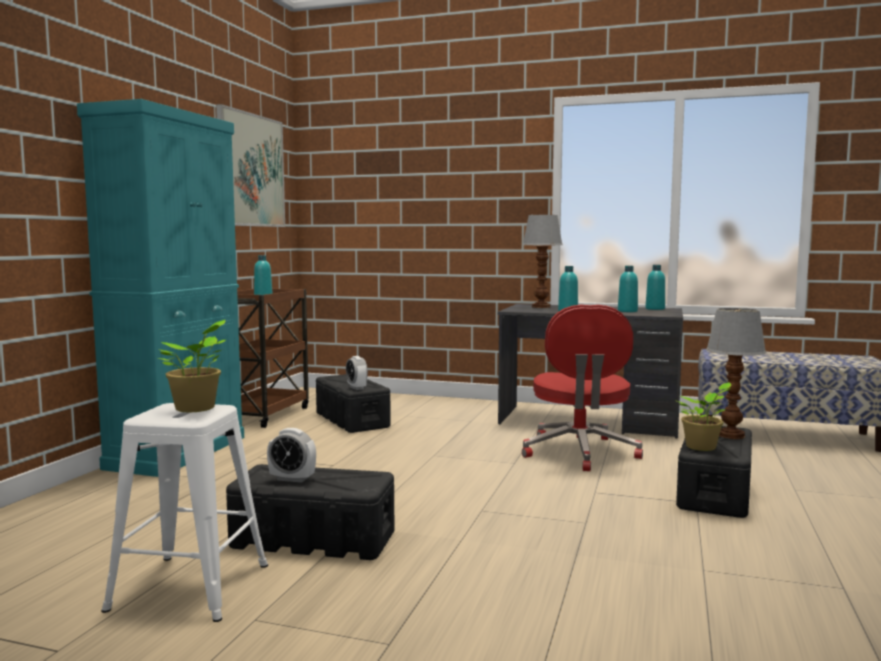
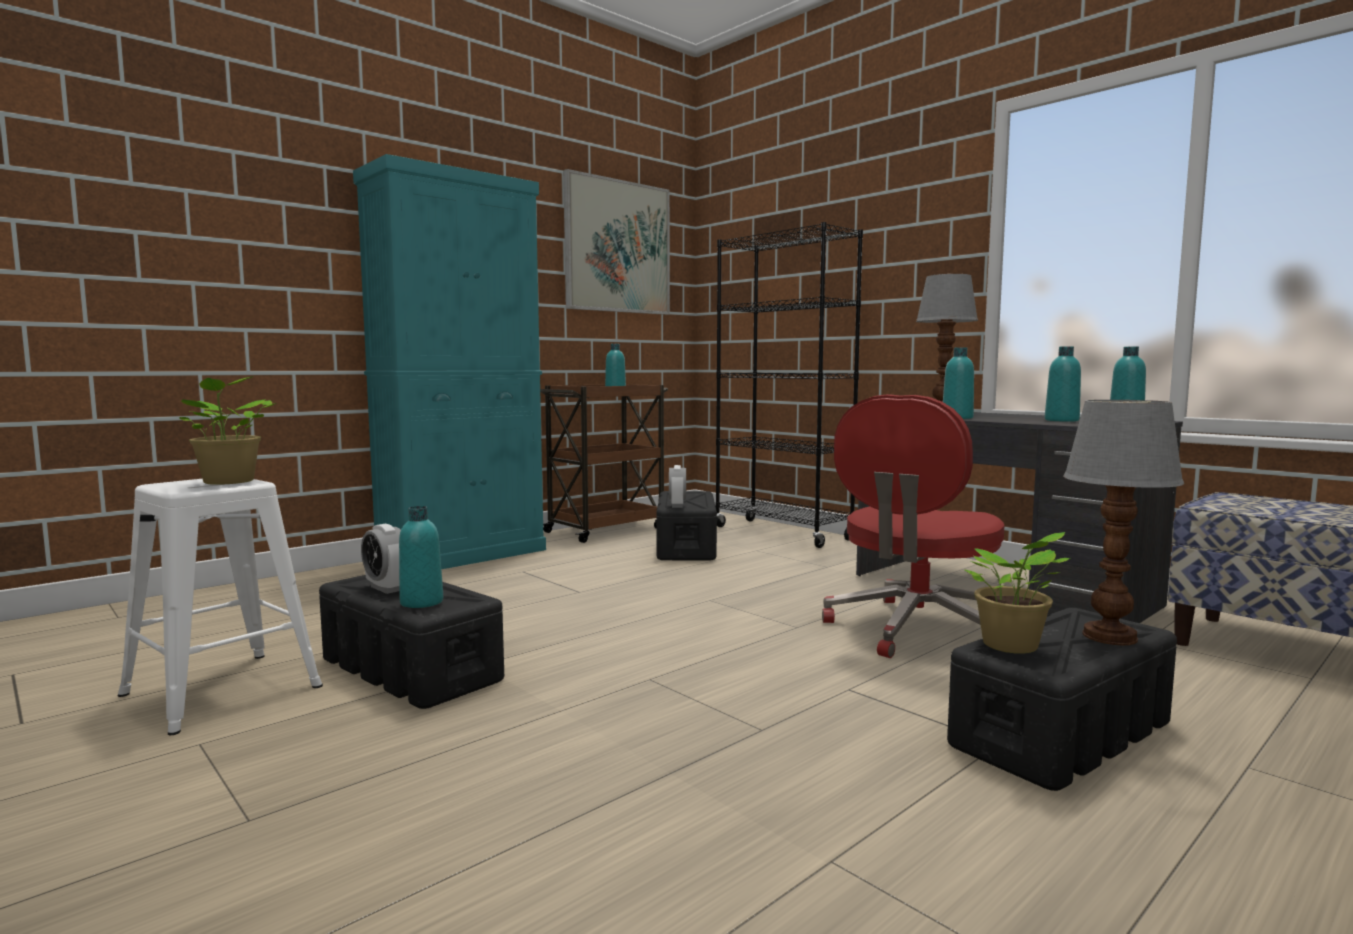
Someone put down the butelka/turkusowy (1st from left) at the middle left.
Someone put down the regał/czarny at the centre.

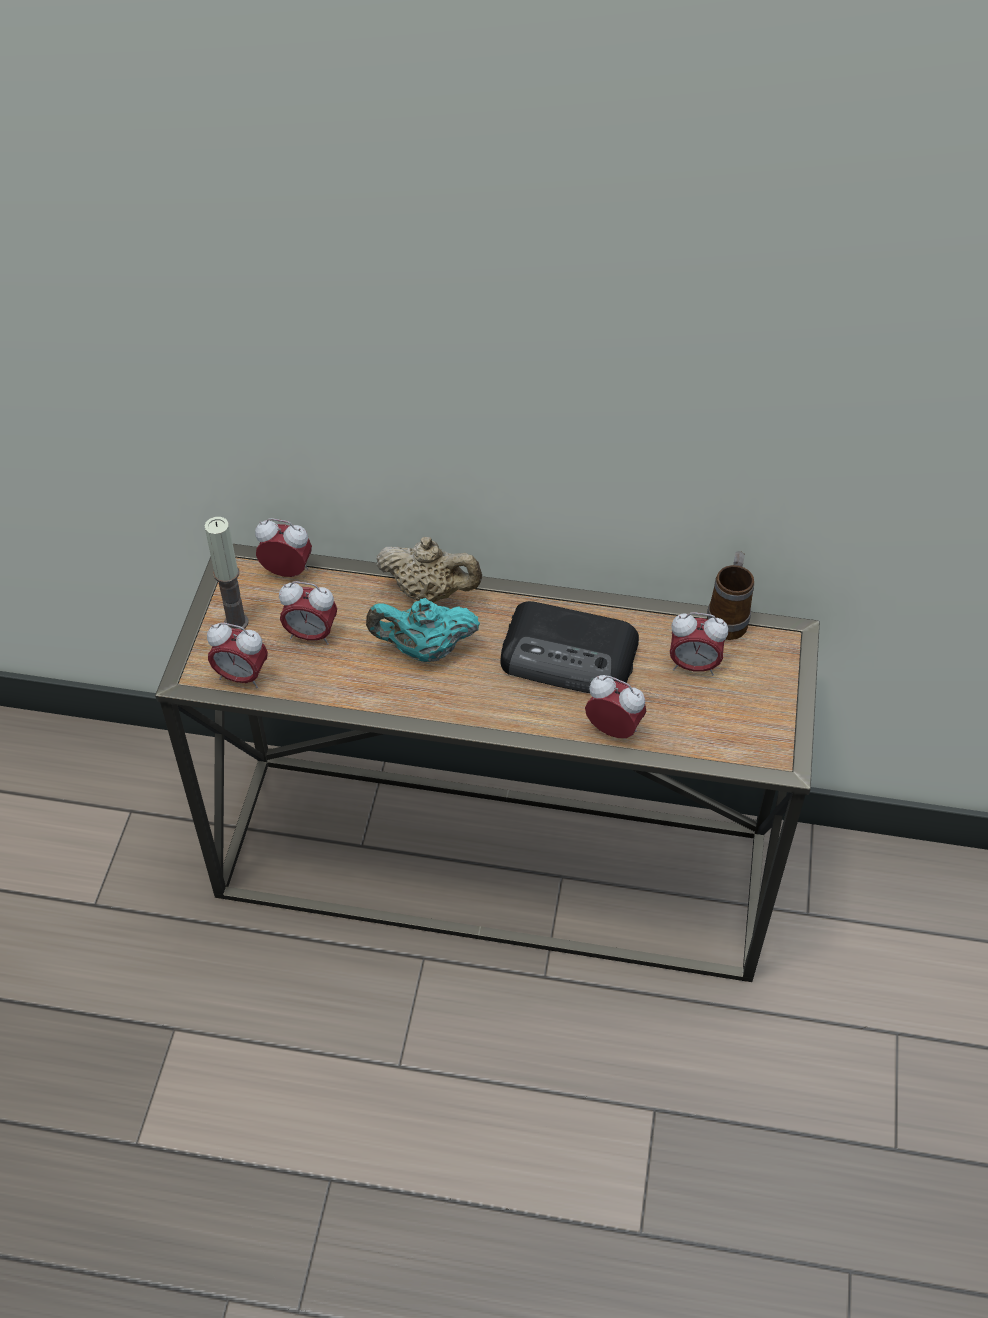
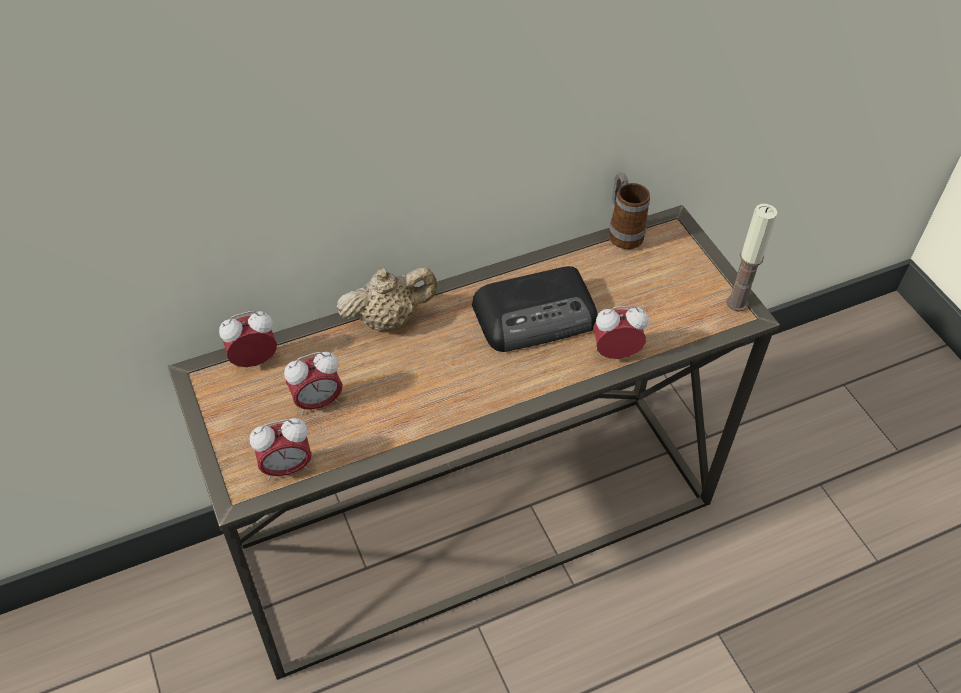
Someone carried the świeca from the middle left to the middle right.
Someone took away the imbryk/turkusowy at the centre.
Someone took away the budzik (5th from left) at the middle right.

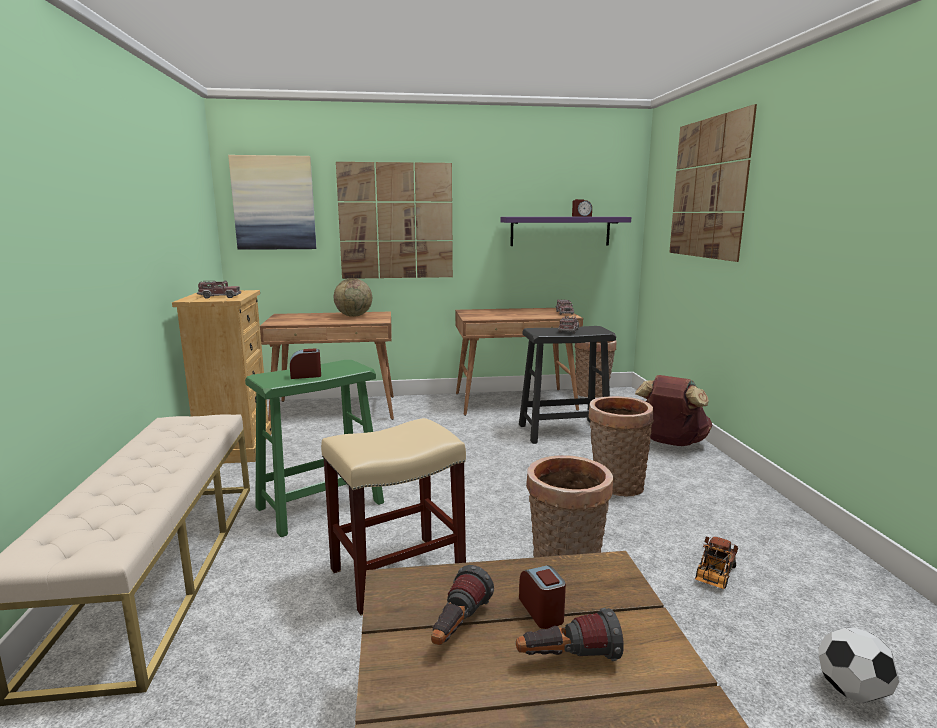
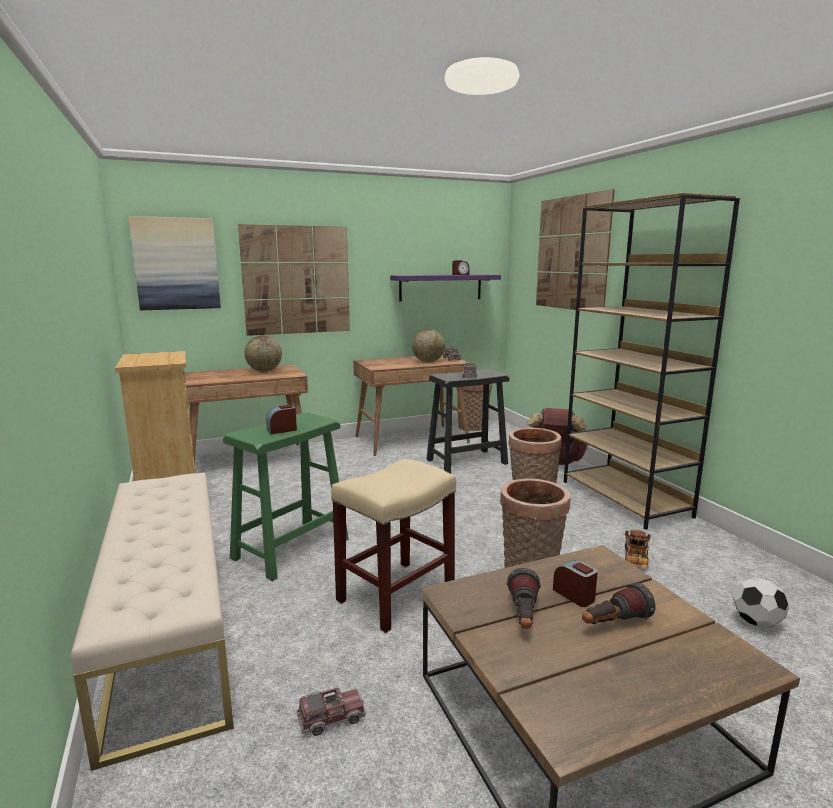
Someone carried the ciężarówka zabawkowa (1st from left) from the middle left to the bottom centre.
Someone put down the globus (2nd from left) at the centre.
Someone put down the regał/brązowy at the middle right.

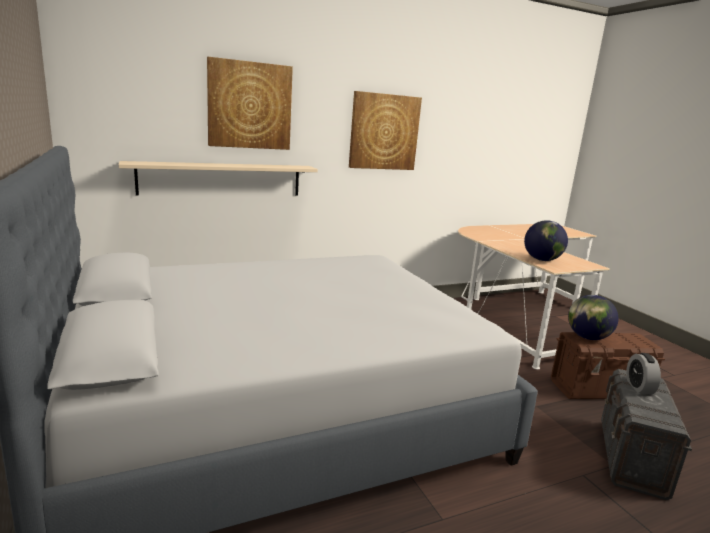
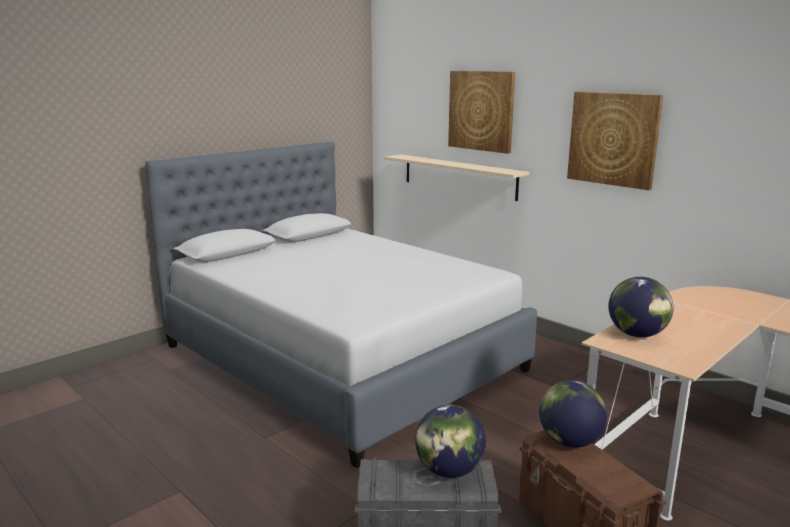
Someone swapped the budzik at the bottom right for the globus (1st from left) at the bottom centre.

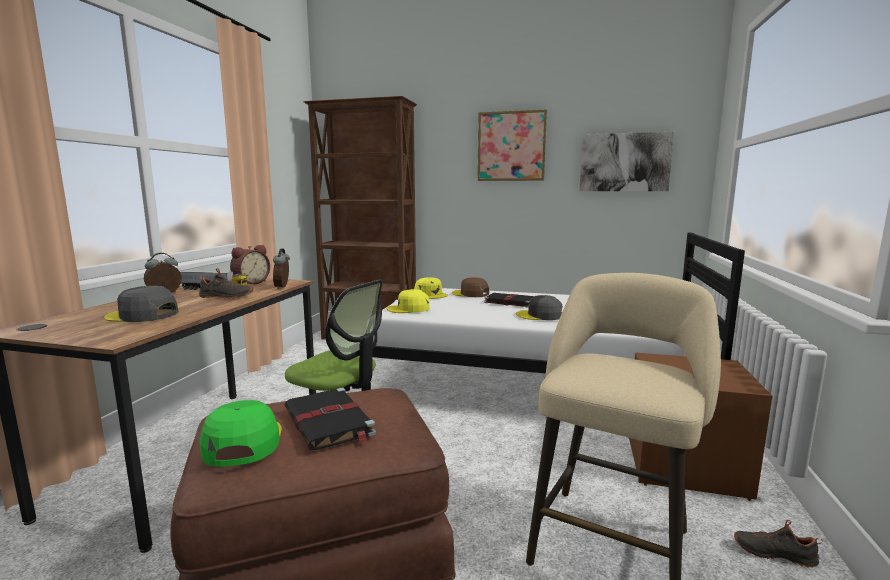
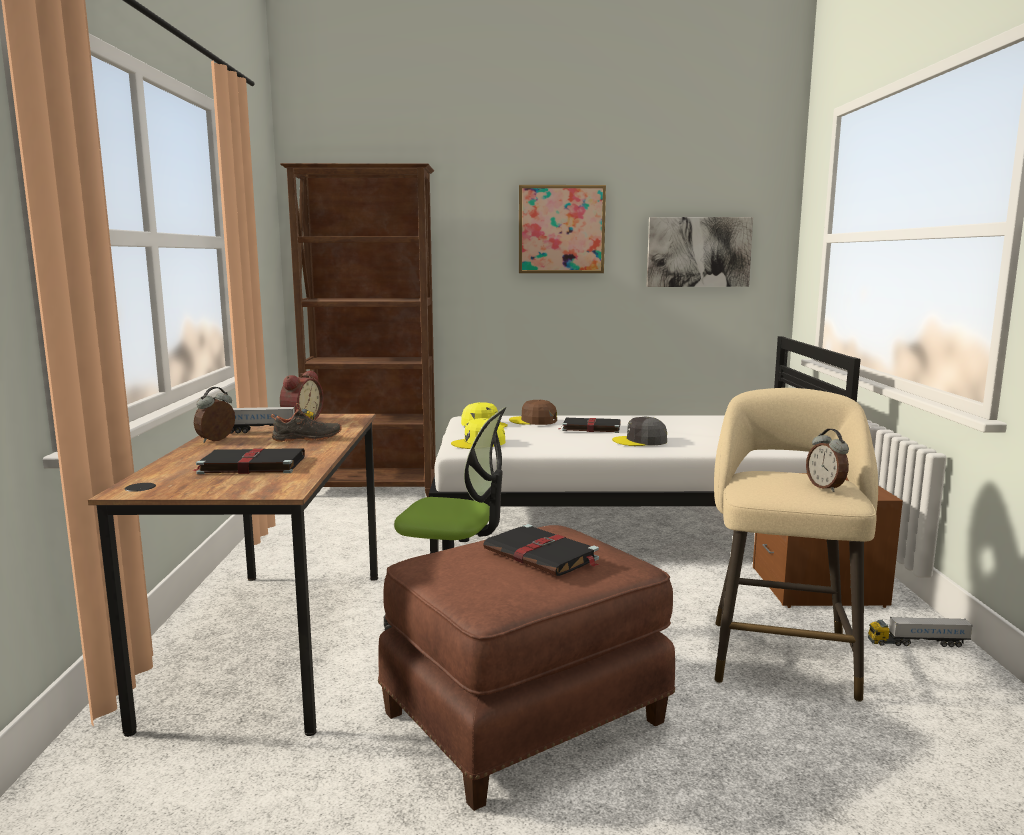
Someone swapped the czapka z daszkiem/szary (1st from left) at the middle left for the książka/czarny (1st from left) at the middle left.
Someone took away the czapka z daszkiem/zielony at the bottom left.
Someone carried the budzik (3rd from left) from the middle left to the middle right.
Someone swapped the but/czarny (2nd from left) at the bottom right for the ciężarówka zabawkowa (2nd from left) at the bottom right.

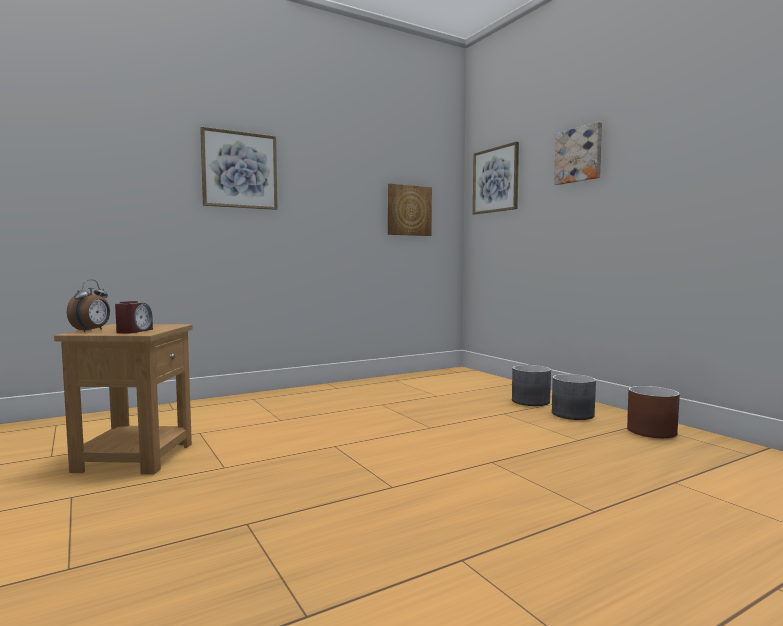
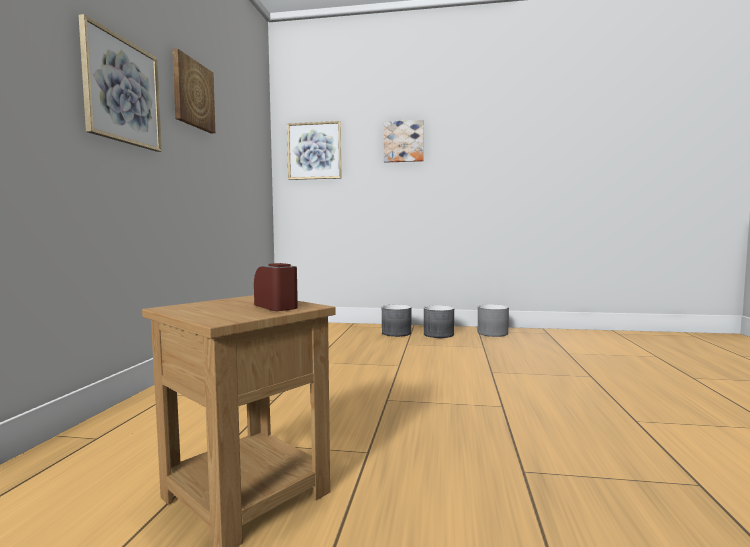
Someone took away the budzik (1st from left) at the middle left.
Someone carried the obraz (2nd from left) from the centre to the top left.
Someone repainted the donica/brązowy at the middle right, which became the donica/szary (3rd from left) at the centre.

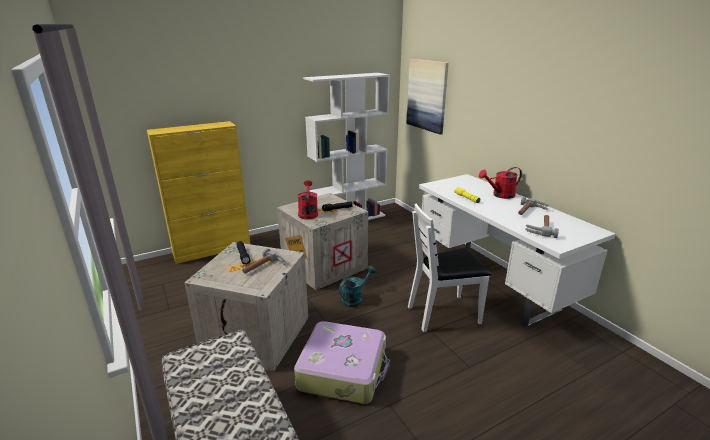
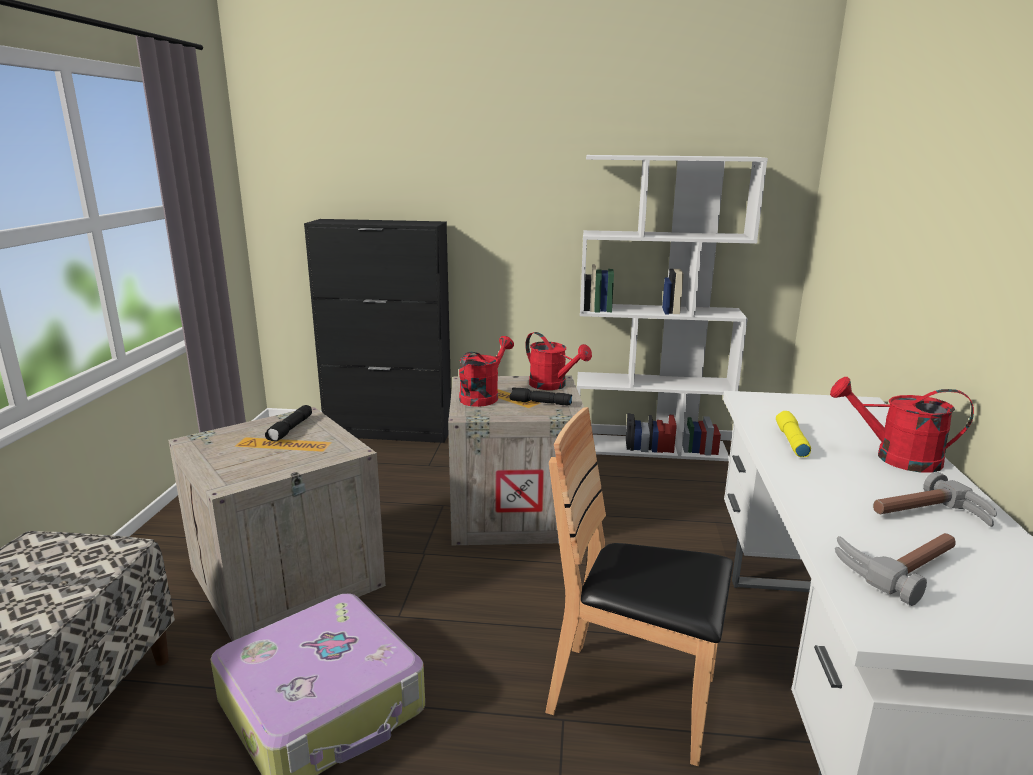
Someone repainted the szafka/żółty at the middle left, which became the szafka/czarny at the centre.
Someone took away the młotek (1st from left) at the centre.
Someone took away the konewka/turkusowy at the centre.
Someone took away the obraz at the top centre.
Someone repainted the krzesło/biały at the centre, which became the krzesło/brązowy at the bottom centre.
Someone put down the konewka/czerwony (2nd from left) at the centre.

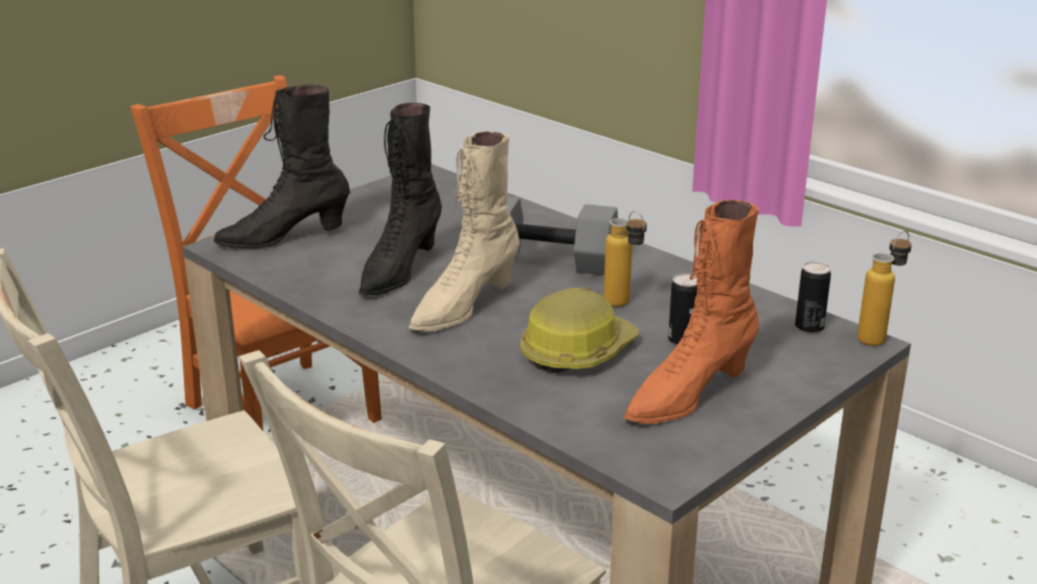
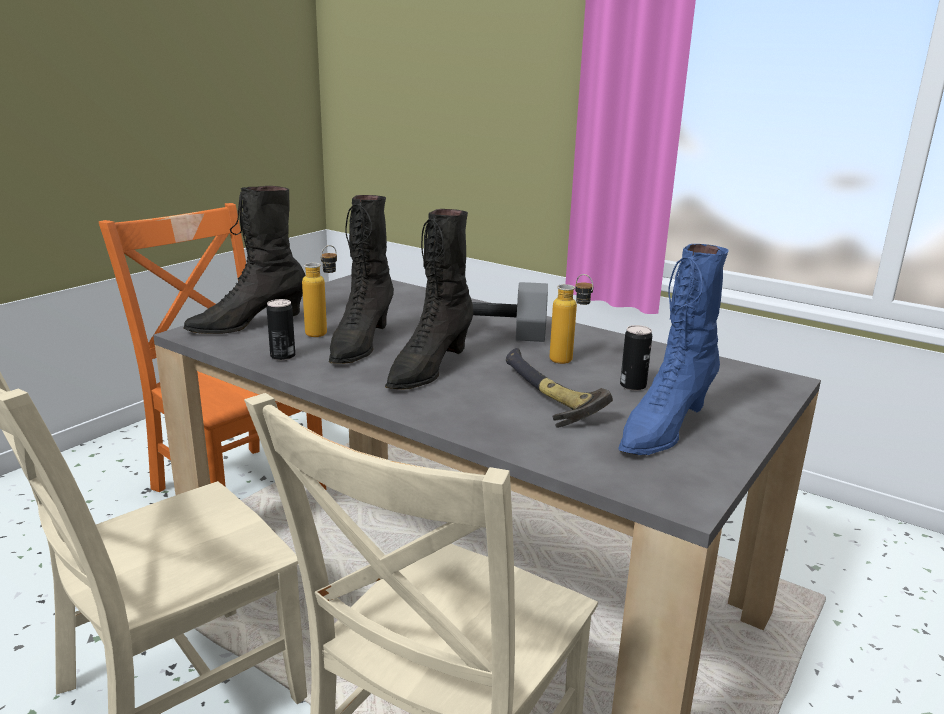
Someone repainted the but z cholewką/beżowy at the centre, which became the but z cholewką/czarny (3rd from left) at the centre.
Someone swapped the kask at the centre for the młotek at the centre.
Someone repainted the but z cholewką/pomarańczowy at the centre, which became the but z cholewką/niebieski at the middle right.
Someone carried the puszka (2nd from left in the first image) from the middle right to the middle left.
Someone carried the butelka (2nd from left in the first image) from the middle right to the centre.

